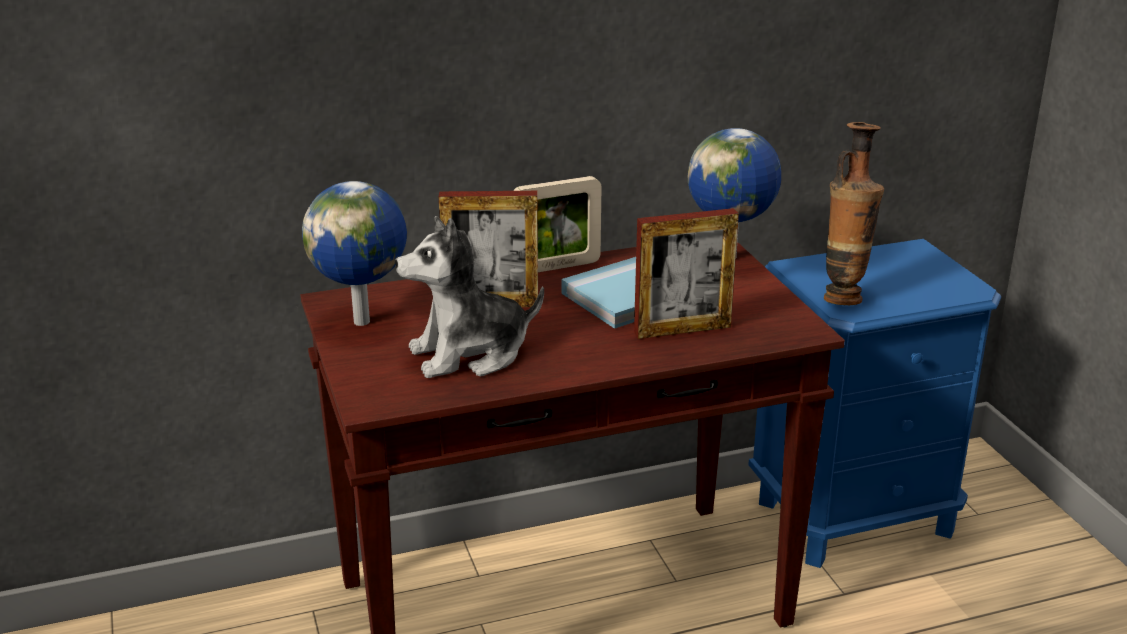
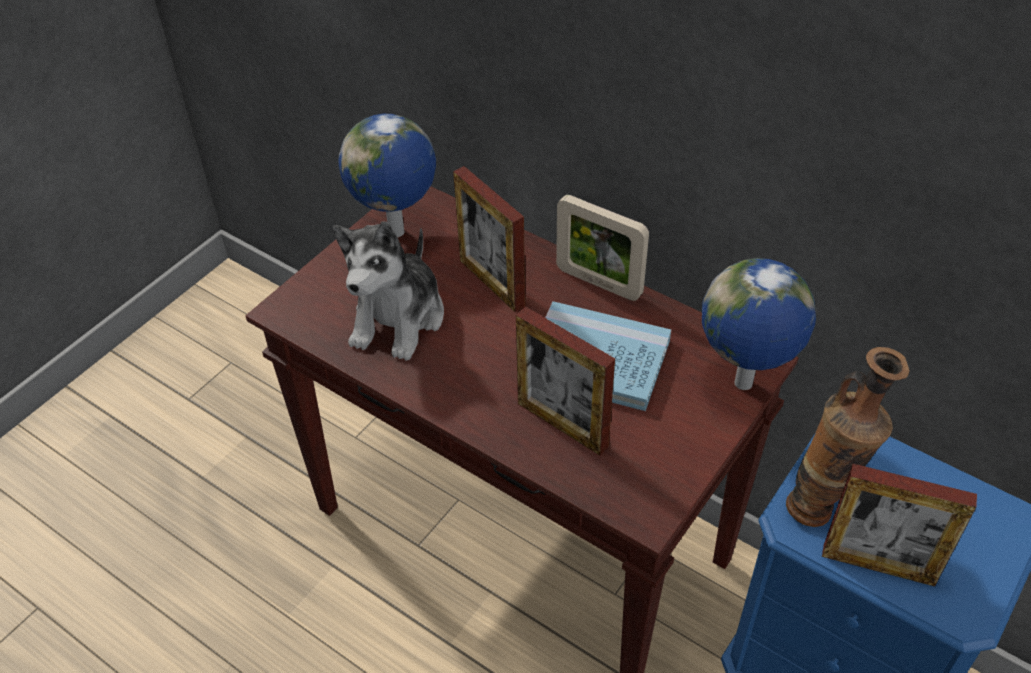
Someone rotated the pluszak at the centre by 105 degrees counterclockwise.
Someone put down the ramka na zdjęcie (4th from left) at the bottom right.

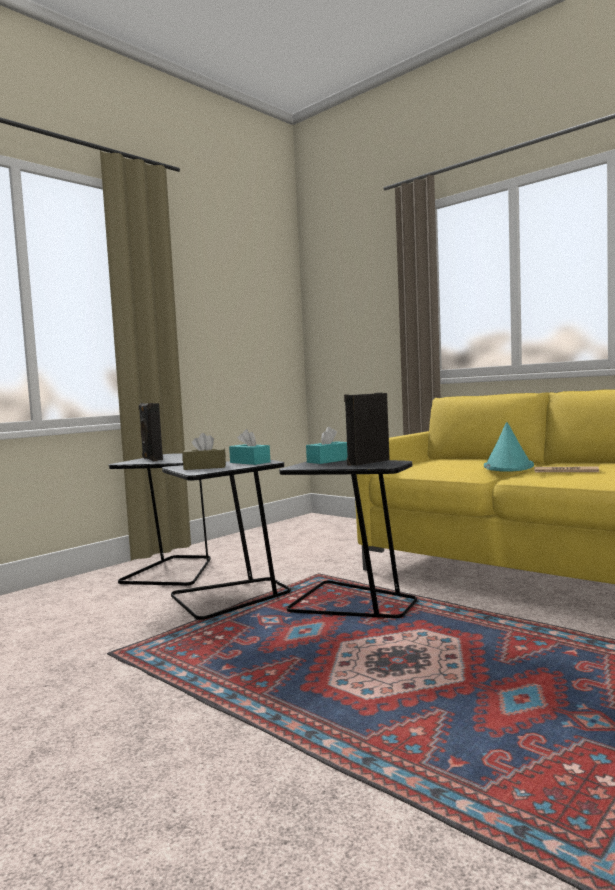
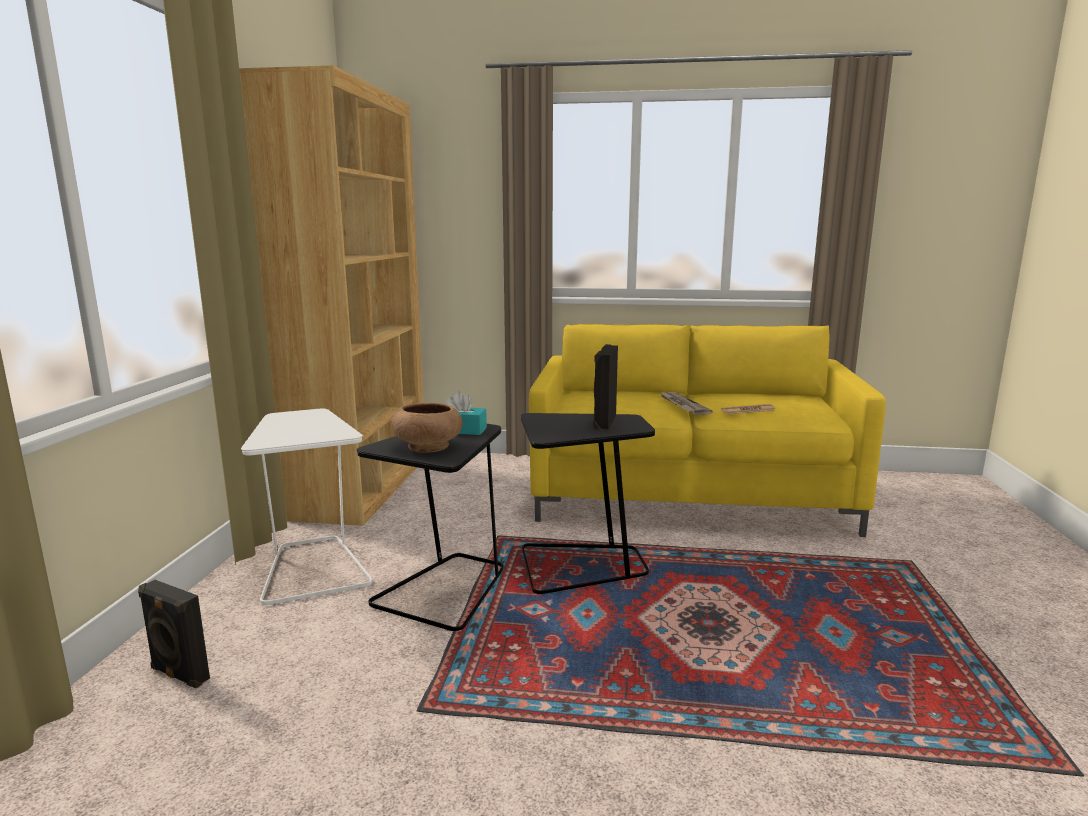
Someone repainted the stolik/czarny (1st from left) at the middle left, which became the stolik/biały at the middle left.
Someone carried the głośnik/czarny (1st from left) from the middle left to the bottom left.
Someone swapped the pudełko chusteczek/brązowy at the middle left for the miska/brązowy at the centre.
Someone took away the pudełko chusteczek/turkusowy (2nd from left) at the centre.
Someone swapped the kapelusz/turkusowy at the middle right for the gazeta (1st from left) at the centre.
Someone put down the regał/brązowy at the middle left.

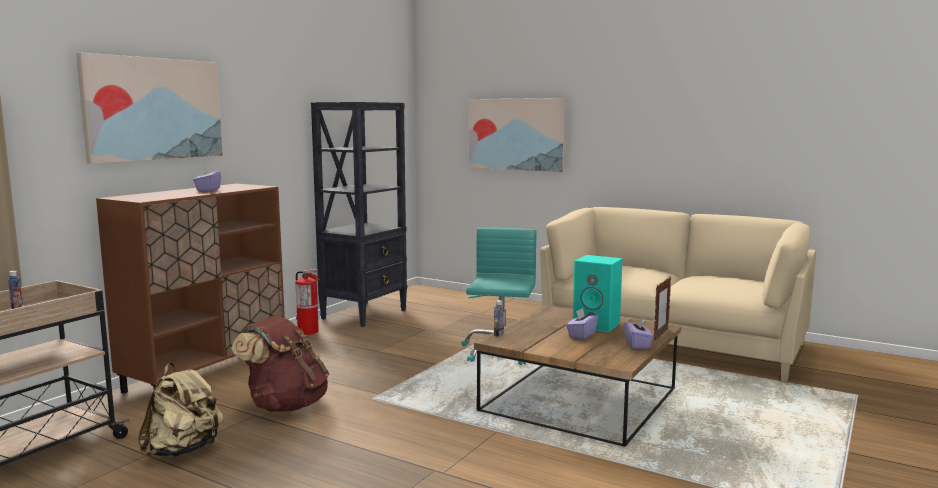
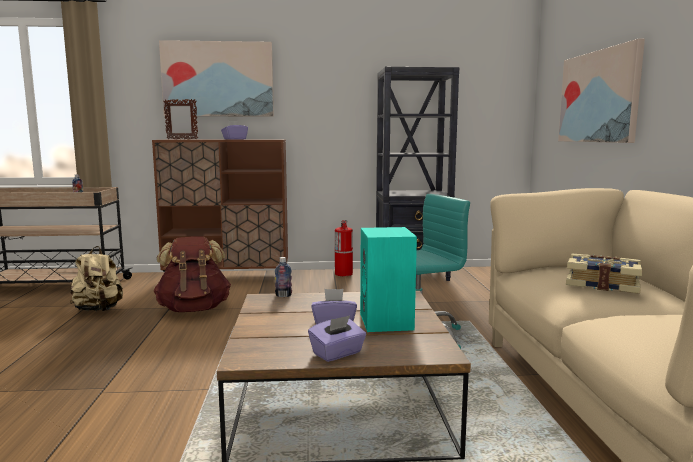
Someone carried the ramka na zdjęcie from the middle right to the top left.
Someone put down the książka at the middle right.

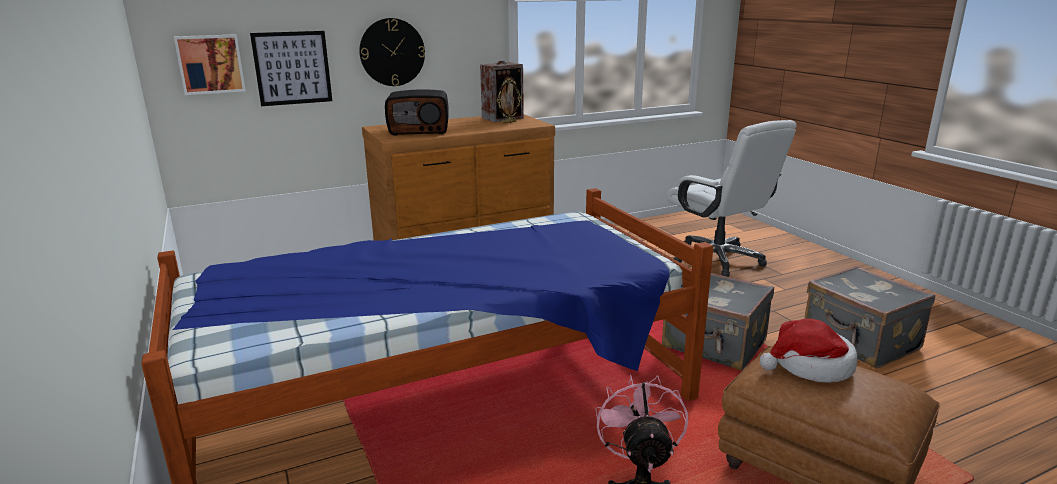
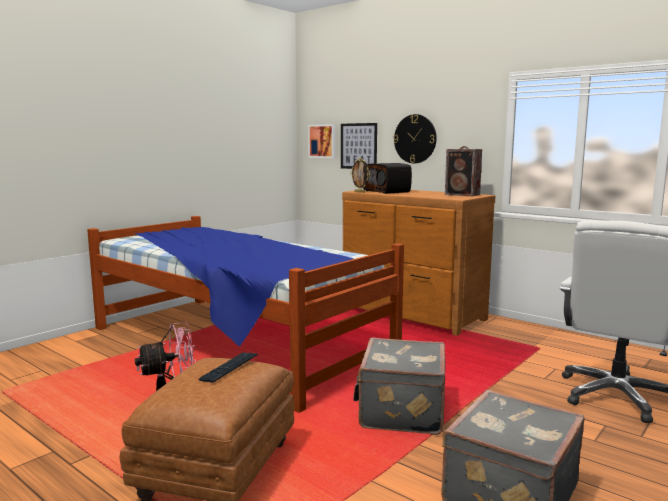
Someone carried the ramka na zdjęcie from the top centre to the centre.
Someone swapped the kapelusz at the bottom right for the klawiatura at the bottom centre.

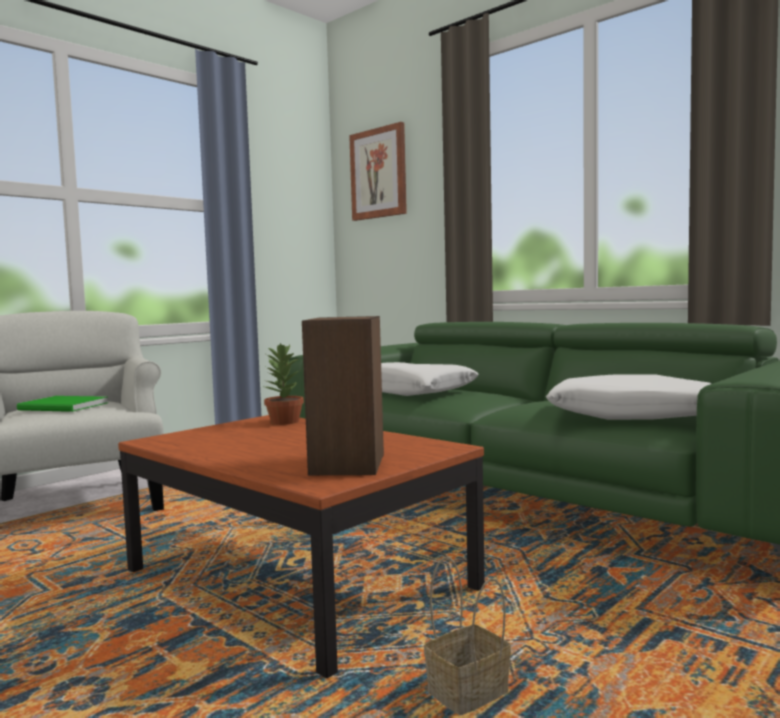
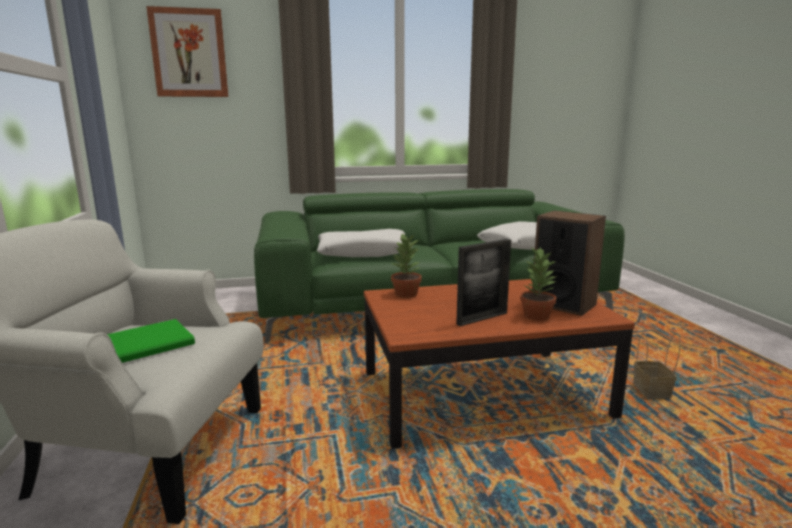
Someone put down the ramka na zdjęcie at the centre.
Someone put down the roślina doniczkowa (2nd from left) at the middle right.

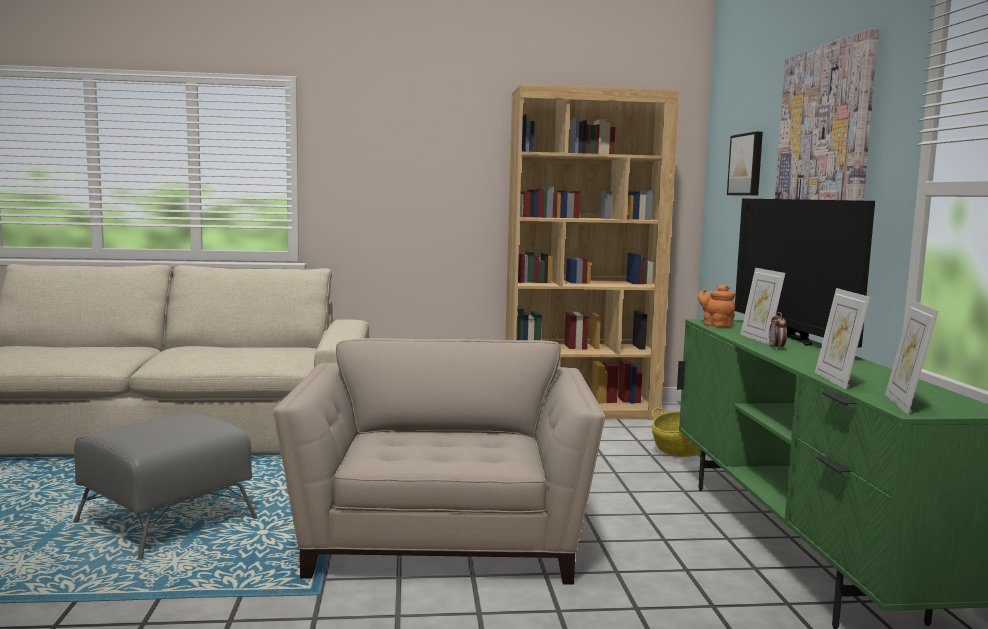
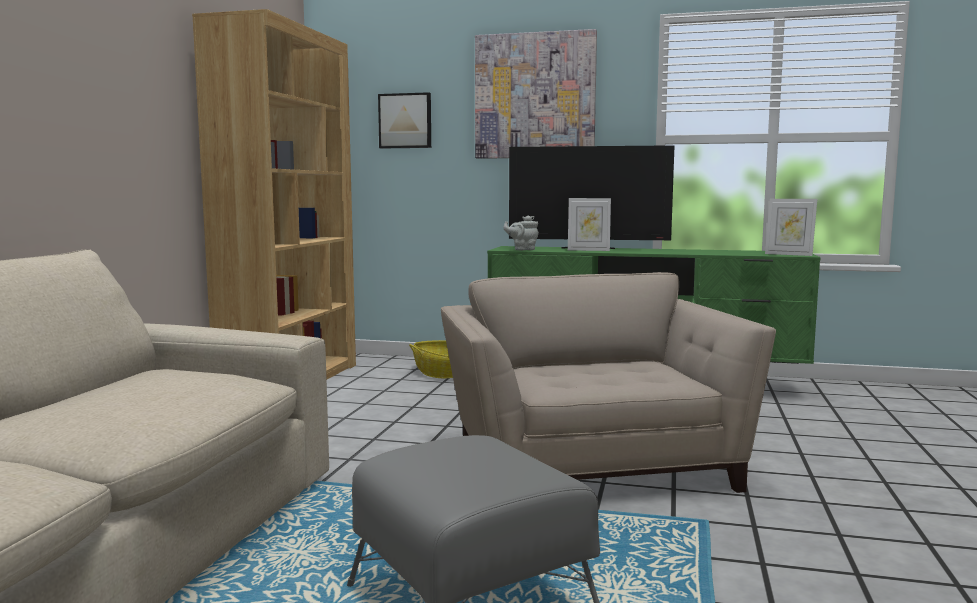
Someone rotated the fotel/beżowy at the bottom centre by 60 degrees clockwise.
Someone repainted the imbryk/pomarańczowy at the middle right, which became the imbryk/szary at the centre.
Someone took away the budzik at the middle right.
Someone took away the ramka na zdjęcie (2nd from left) at the middle right.

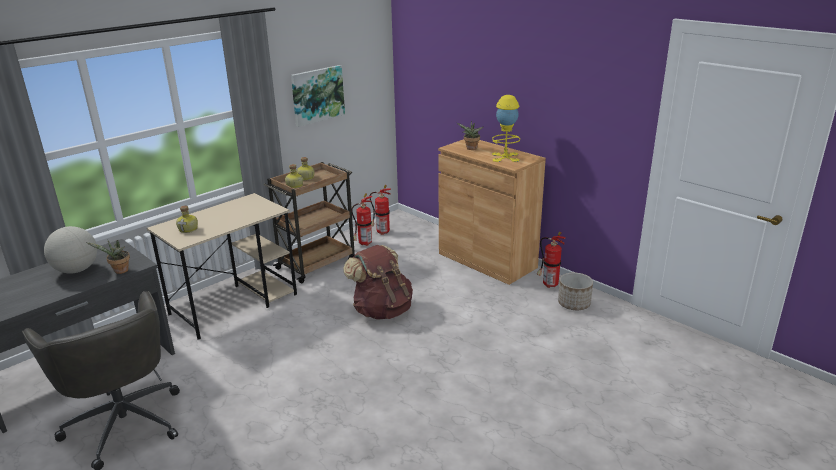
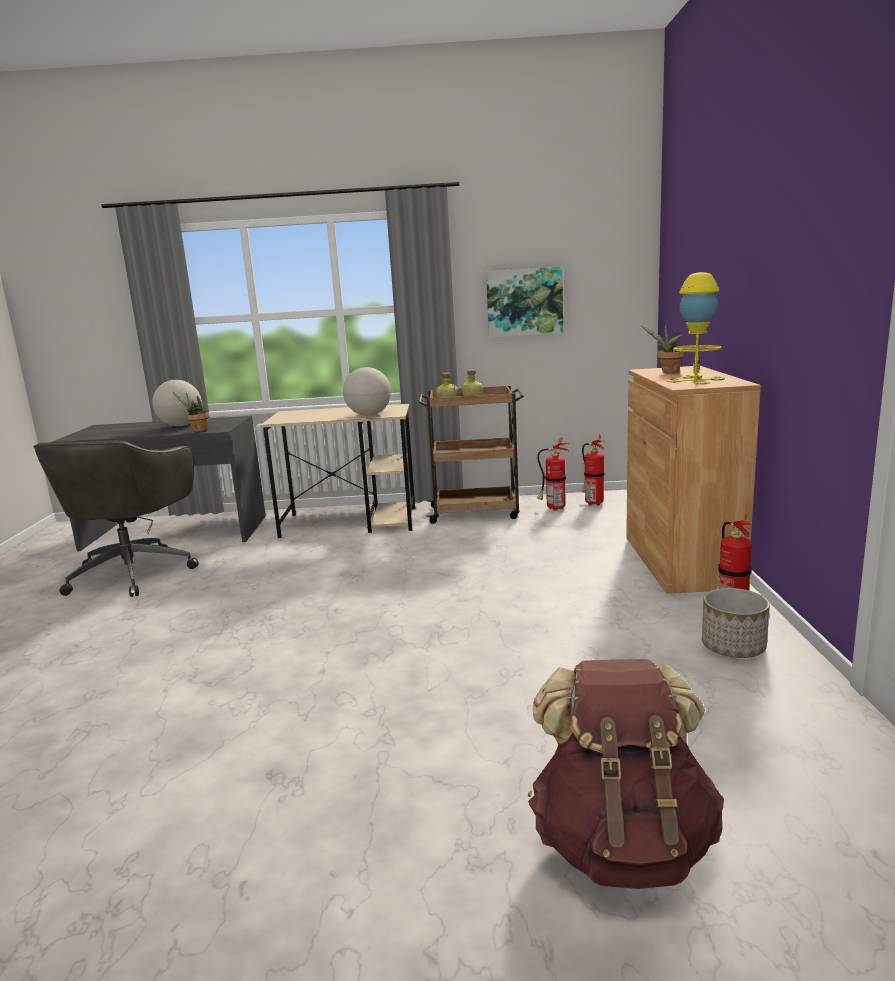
Someone took away the butelka (1st from left) at the middle left.
Someone carried the plecak/brązowy from the centre to the bottom right.
Someone put down the globus (2nd from left) at the centre.

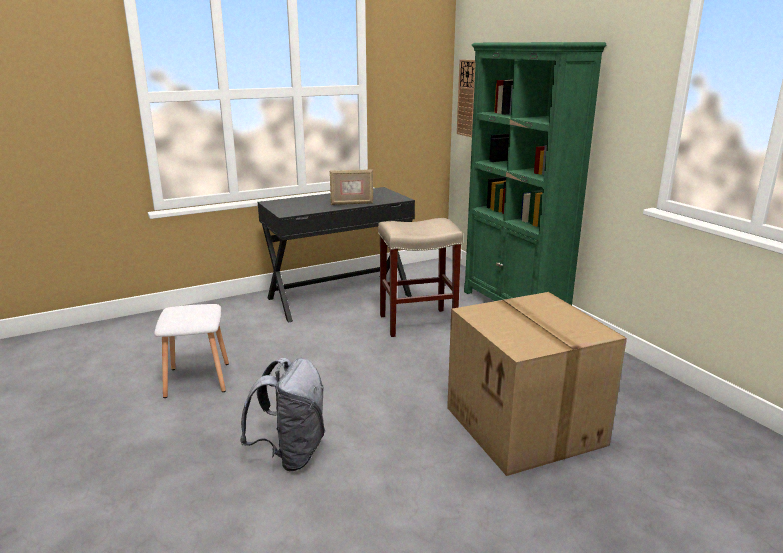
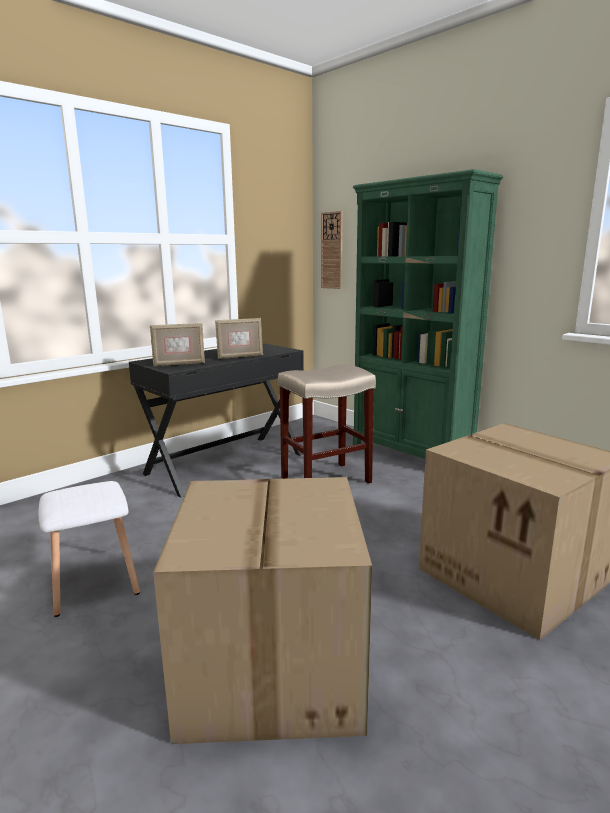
Someone swapped the plecak/szary at the bottom centre for the karton (1st from left) at the bottom centre.
Someone put down the ramka na zdjęcie (1st from left) at the middle left.

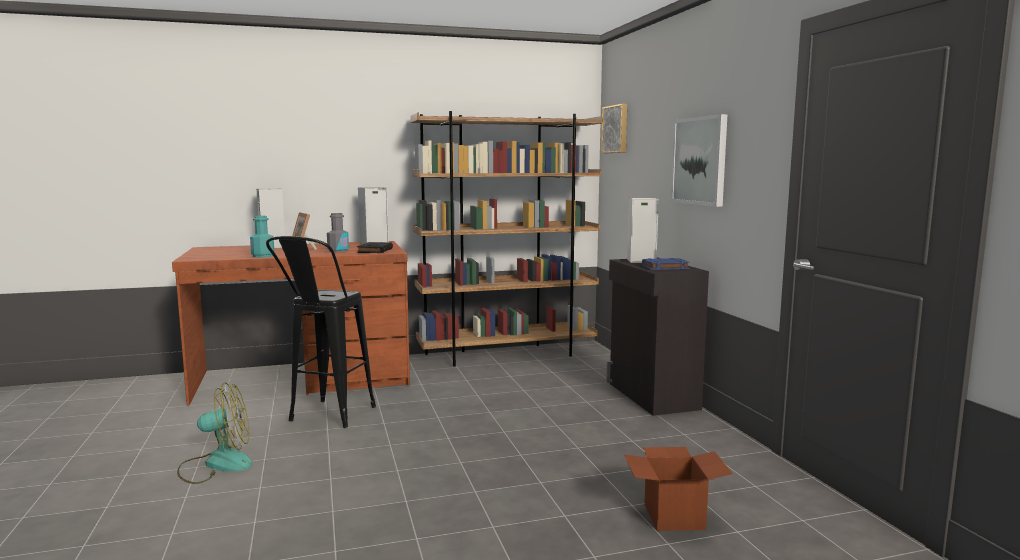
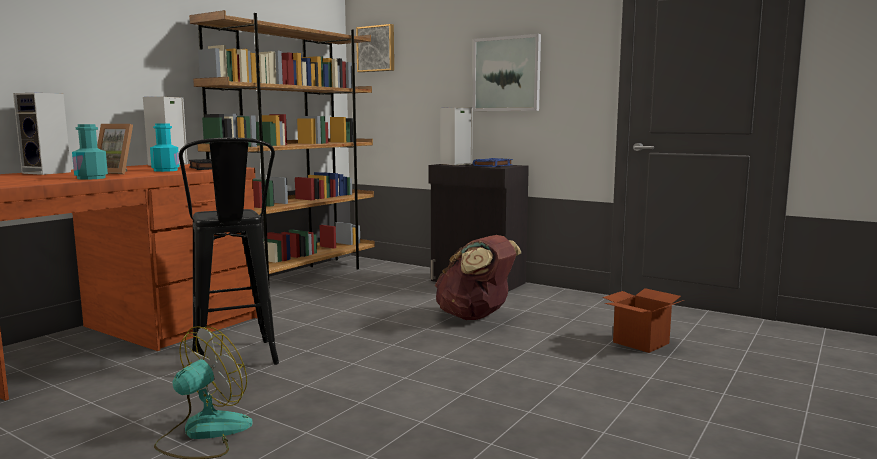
Someone repainted the butelka/szary at the middle left, which became the butelka/turkusowy (2nd from left) at the top left.
Someone put down the plecak/brązowy at the centre.

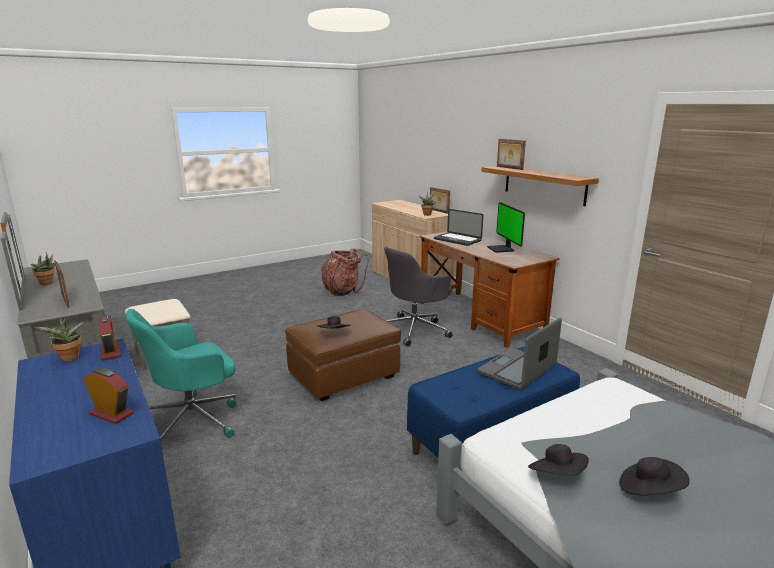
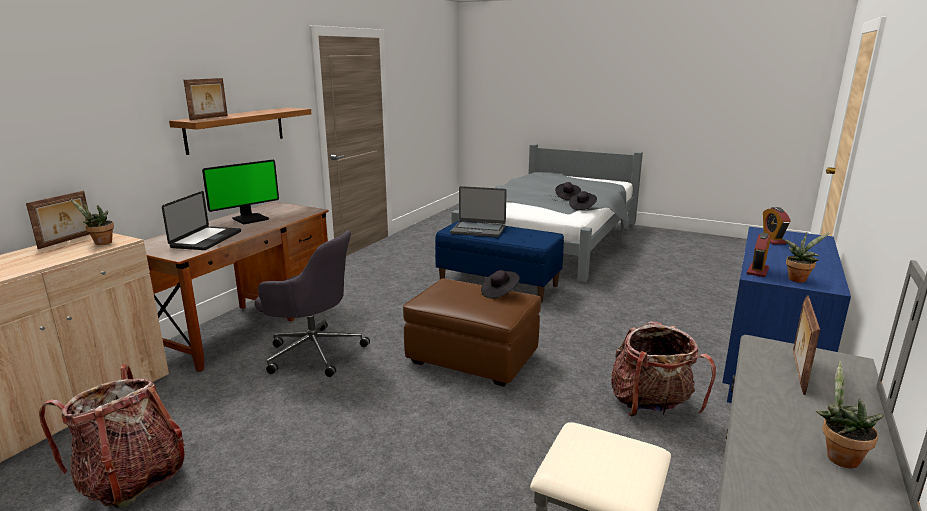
Someone swapped the krzesło biurowe/turkusowy at the bottom left for the plecak (2nd from left) at the bottom right.

